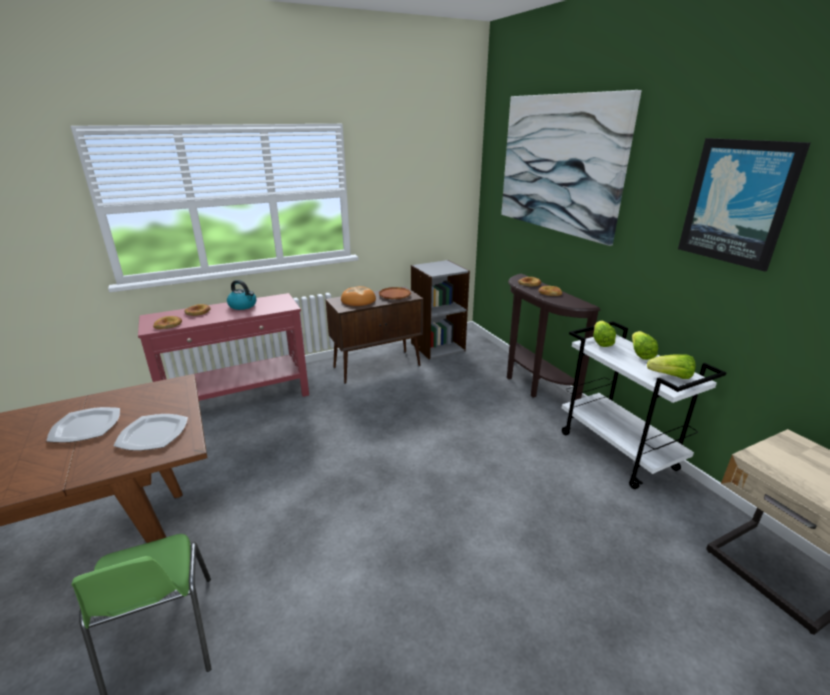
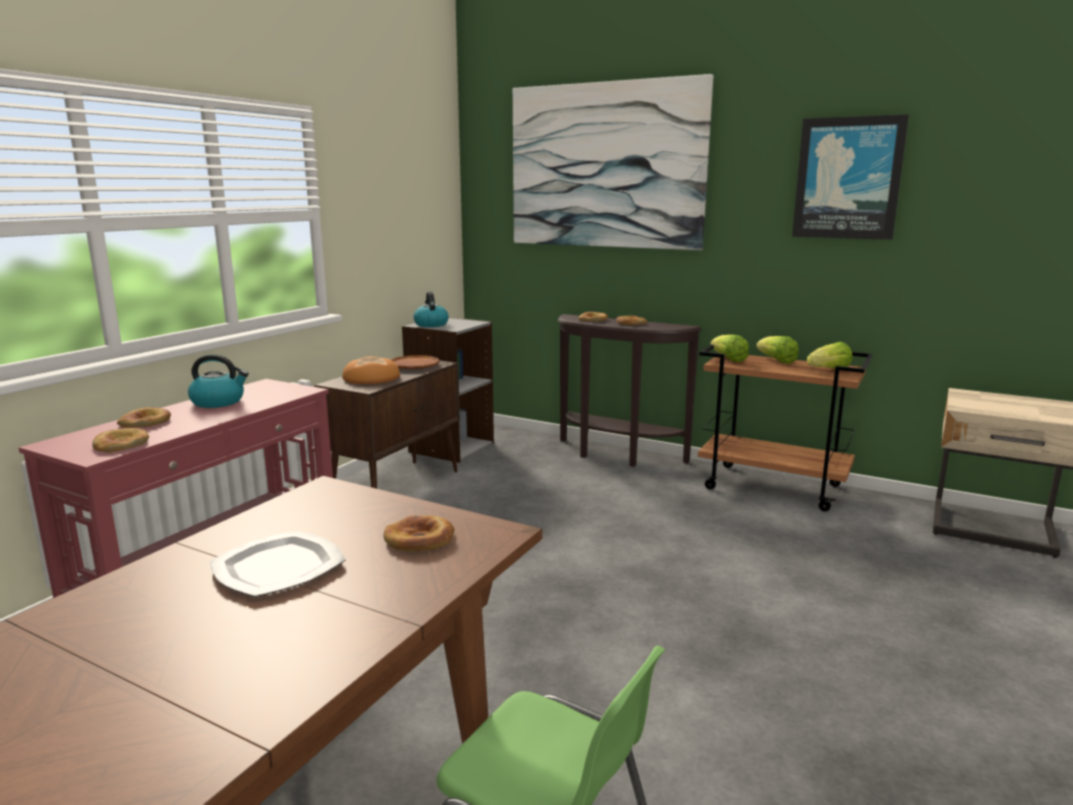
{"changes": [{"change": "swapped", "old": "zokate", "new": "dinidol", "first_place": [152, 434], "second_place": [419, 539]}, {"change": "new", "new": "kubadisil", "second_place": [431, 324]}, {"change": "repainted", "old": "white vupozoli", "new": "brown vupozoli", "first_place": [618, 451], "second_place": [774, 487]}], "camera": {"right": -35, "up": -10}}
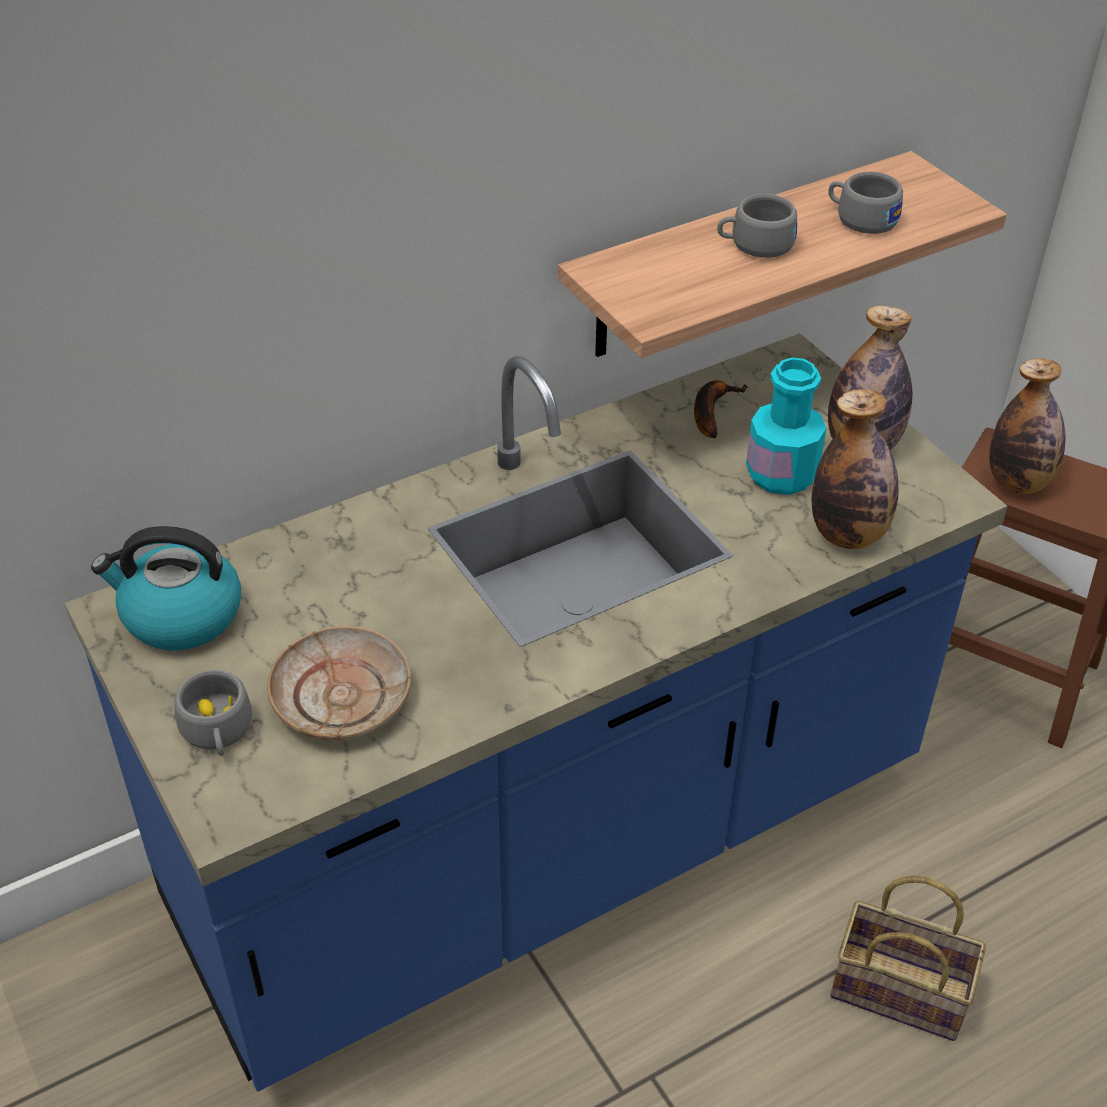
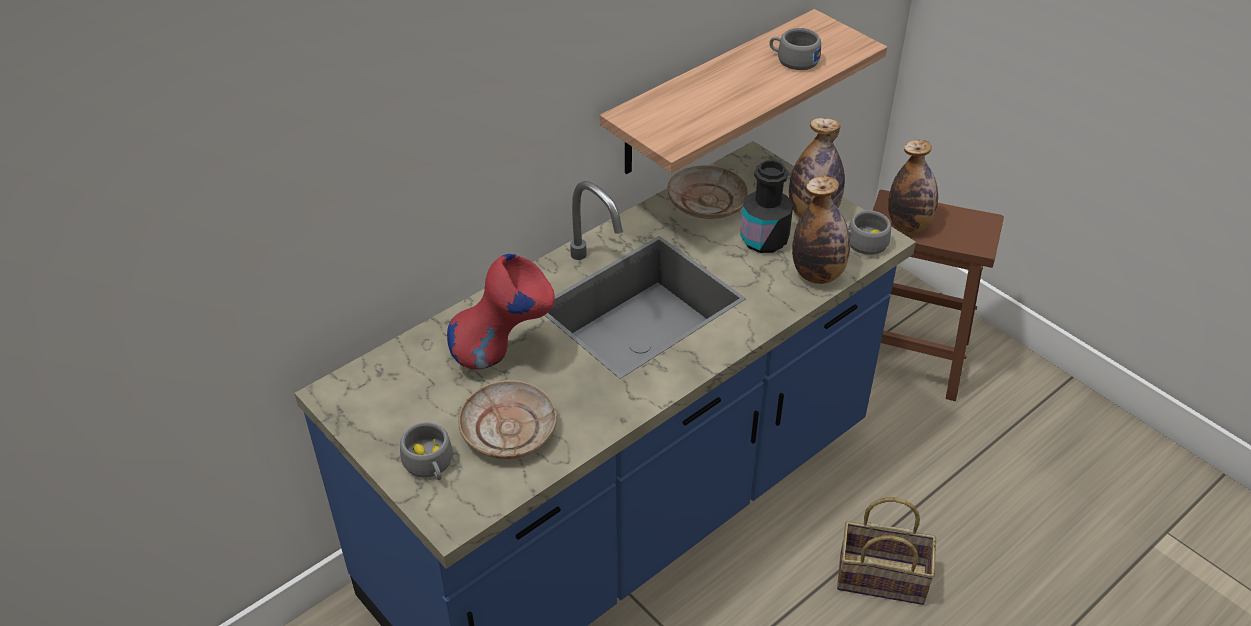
{"changes": [{"change": "new", "new": "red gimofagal", "second_place": [504, 353]}, {"change": "swapped", "old": "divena", "new": "beige zokate", "first_place": [711, 411], "second_place": [707, 202]}, {"change": "repainted", "old": "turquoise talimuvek", "new": "black talimuvek", "first_place": [781, 474], "second_place": [764, 239]}, {"change": "shifted", "old": "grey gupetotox", "first_place": [755, 244], "second_place": [862, 244]}, {"change": "gone", "old": "kubadisil", "first_place": [180, 616]}], "camera": {"right": -10, "up": 0}}
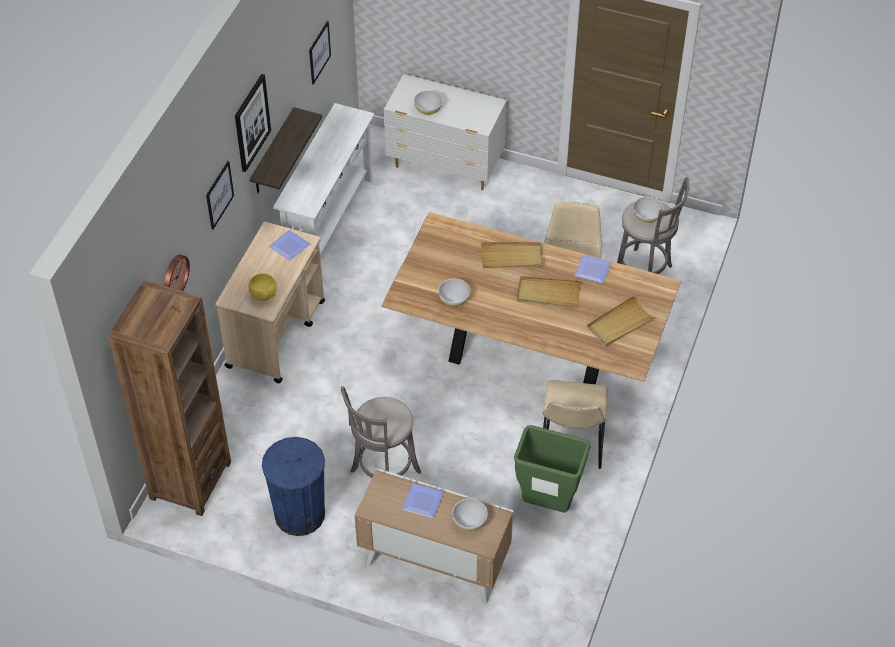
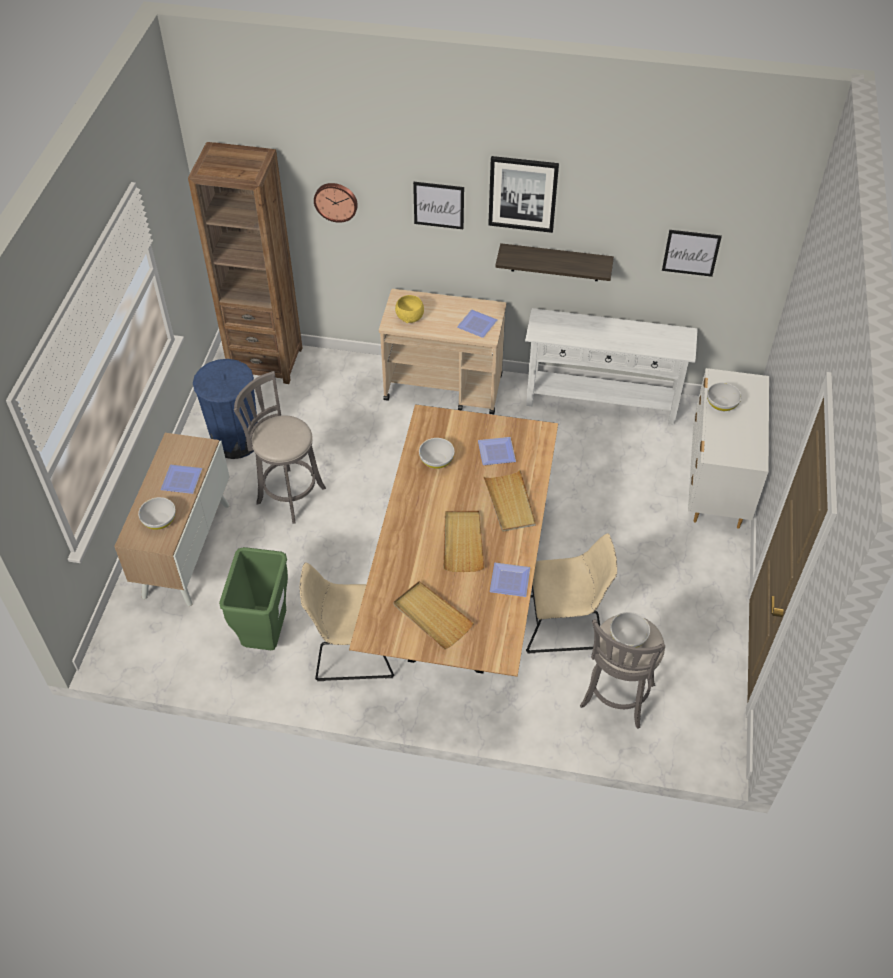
{"changes": [{"change": "new", "new": "zokate", "second_place": [495, 453]}], "camera": {"right": 80, "up": 0}}
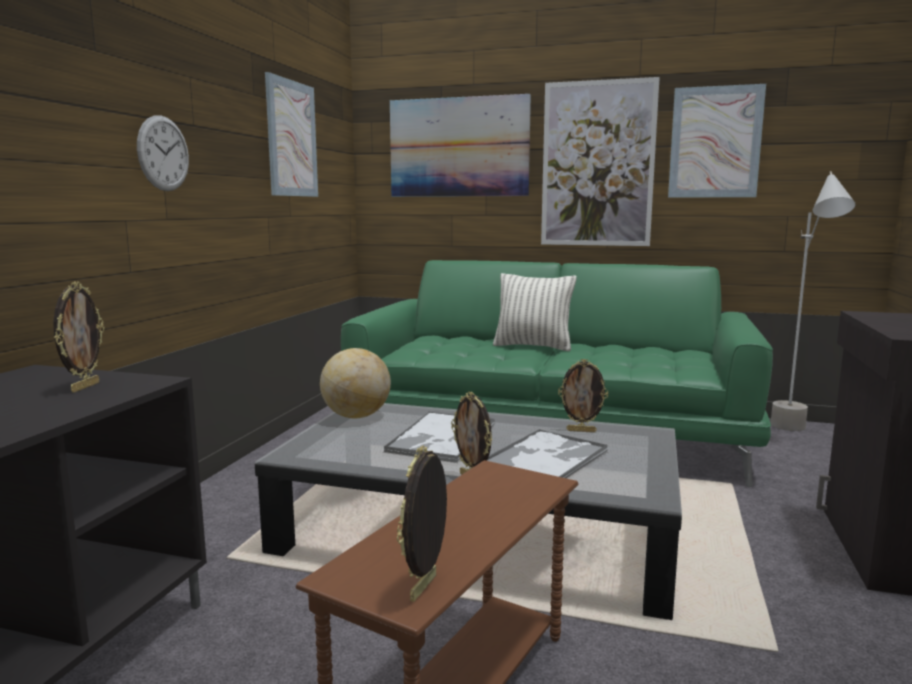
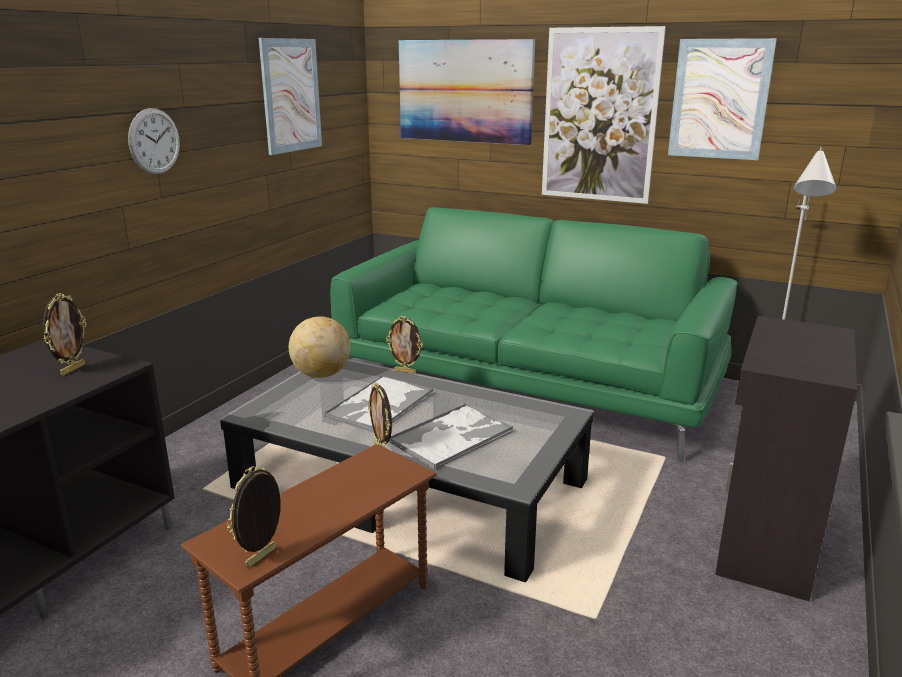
{"changes": [{"change": "shifted", "old": "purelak", "first_place": [581, 430], "second_place": [405, 371]}, {"change": "gone", "old": "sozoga", "first_place": [533, 346]}], "camera": {"right": 10, "up": 10}}
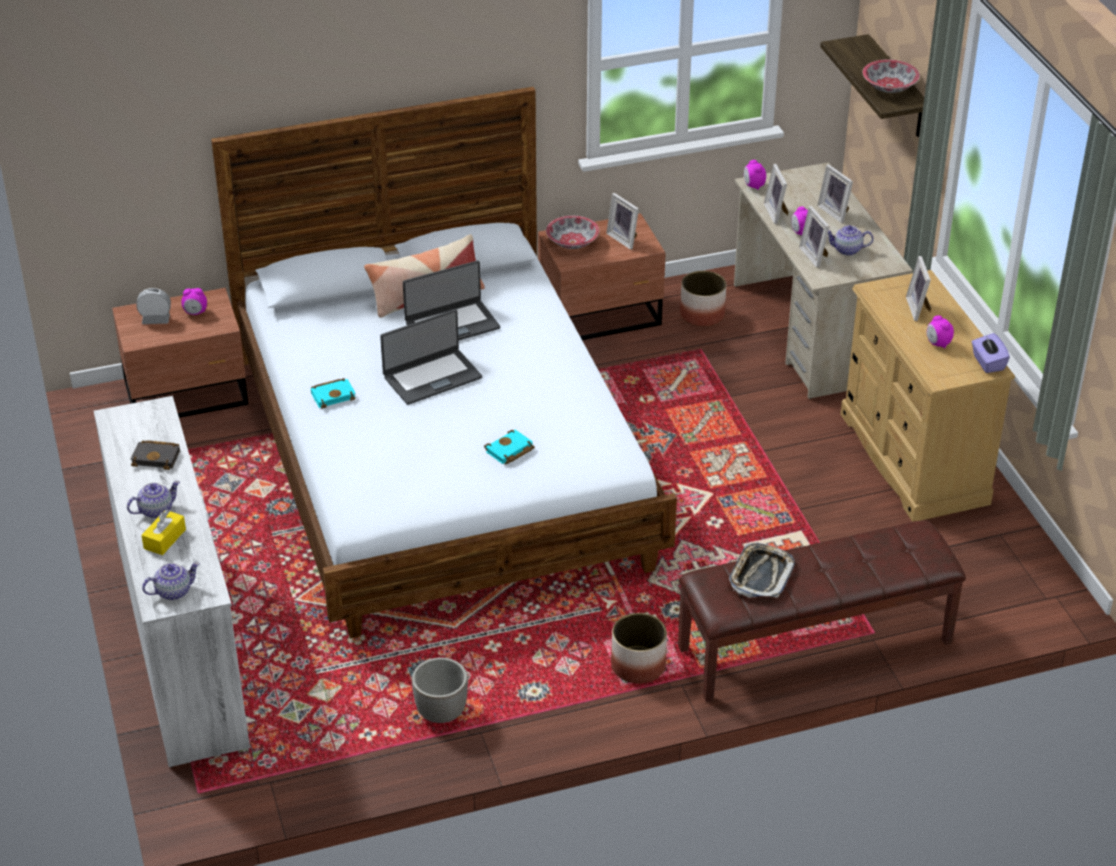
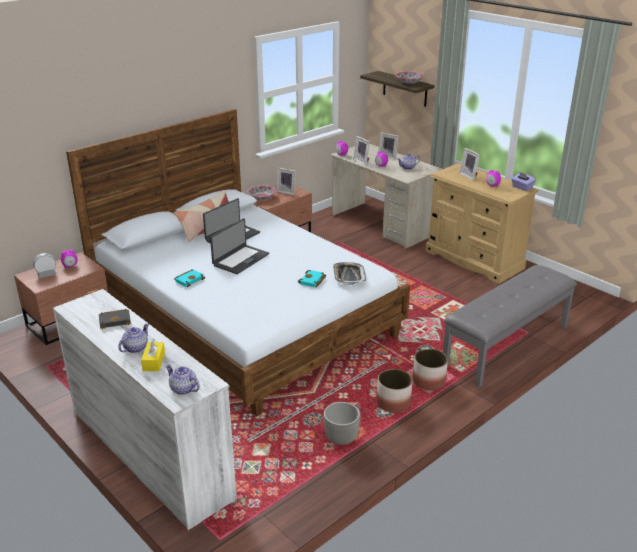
{"changes": [{"change": "rotated", "old": "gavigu", "first_place": [173, 591], "second_place": [183, 389], "degrees": -90}, {"change": "shifted", "old": "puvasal", "first_place": [761, 575], "second_place": [348, 276]}, {"change": "shifted", "old": "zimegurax", "first_place": [701, 315], "second_place": [393, 403]}, {"change": "repainted", "old": "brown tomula", "new": "grey tomula", "first_place": [815, 646], "second_place": [507, 346]}, {"change": "gone", "old": "purelak", "first_place": [815, 256]}], "camera": {"right": -25, "up": -10}}
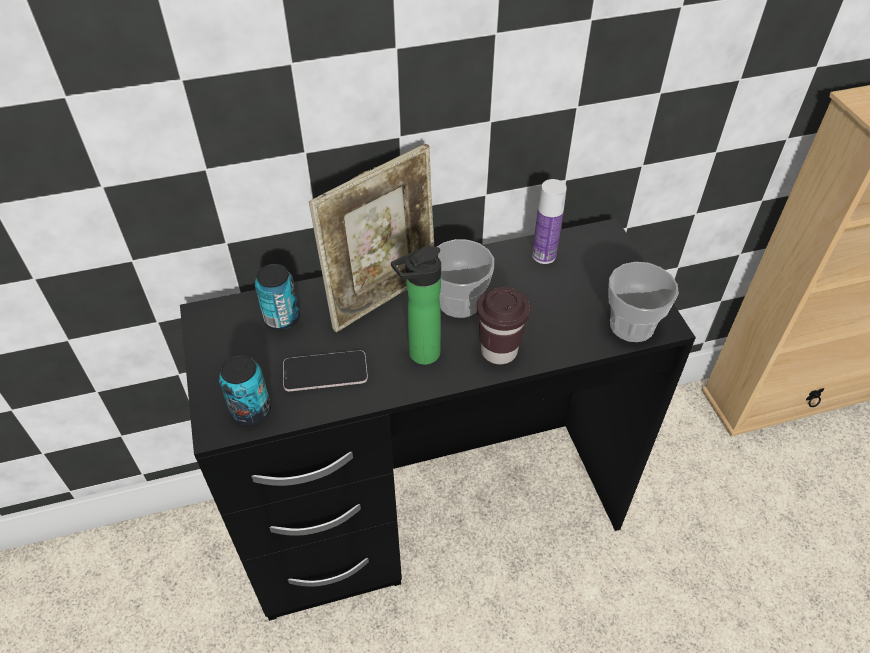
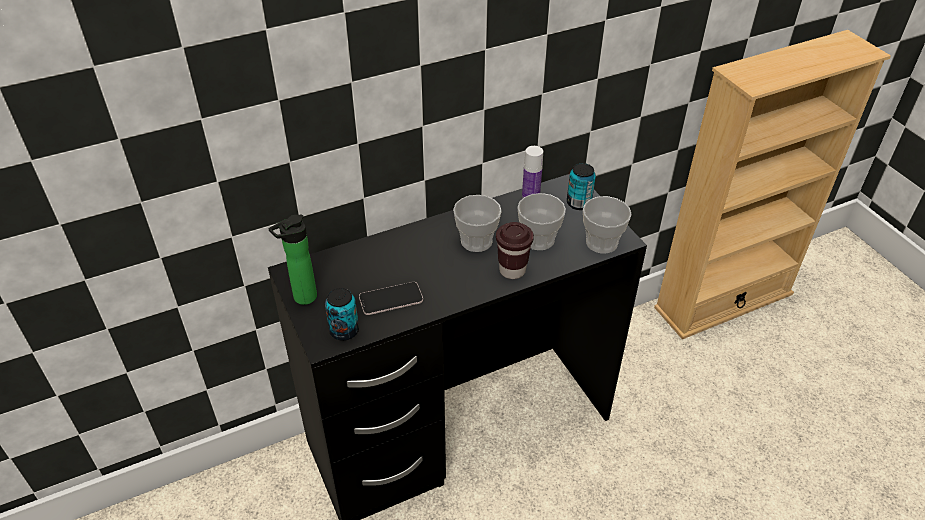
{"changes": [{"change": "shifted", "old": "talimuvek", "first_place": [420, 355], "second_place": [302, 298]}, {"change": "new", "new": "gupetotox", "second_place": [538, 239]}, {"change": "shifted", "old": "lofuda", "first_place": [282, 318], "second_place": [578, 203]}, {"change": "gone", "old": "purelak", "first_place": [383, 296]}], "camera": {"right": -10, "up": -5}}
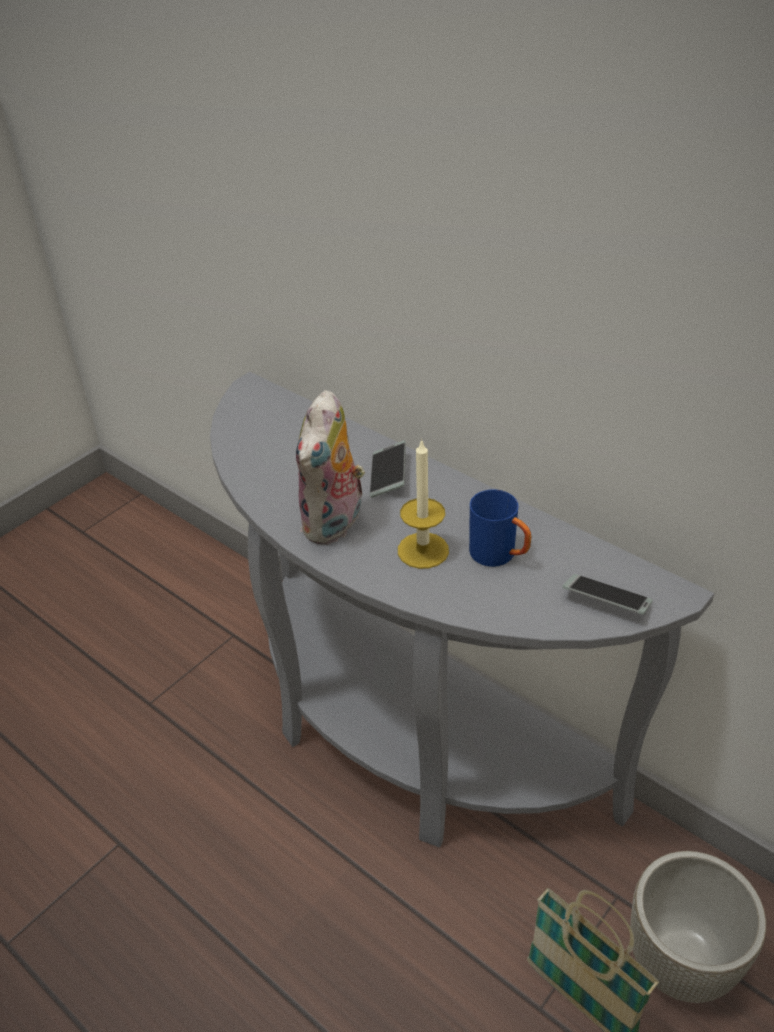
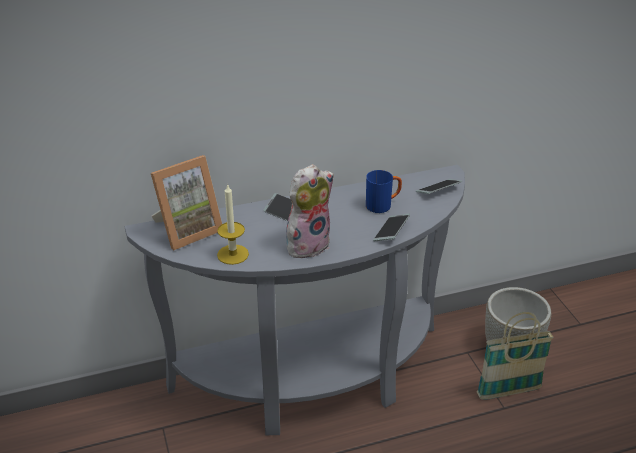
{"changes": [{"change": "new", "new": "purelak", "second_place": [187, 230]}, {"change": "shifted", "old": "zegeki", "first_place": [423, 550], "second_place": [233, 254]}, {"change": "rotated", "old": "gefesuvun", "first_place": [335, 524], "second_place": [307, 244], "degrees": -90}, {"change": "new", "new": "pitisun", "second_place": [391, 231]}], "camera": {"right": -60, "up": -5}}
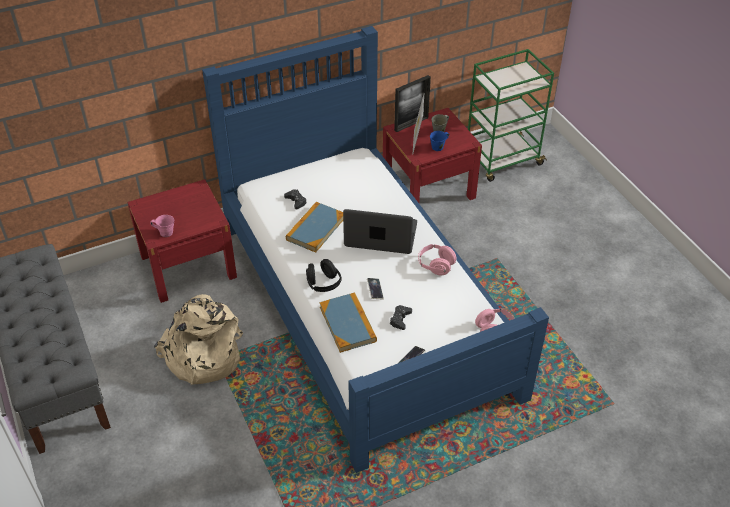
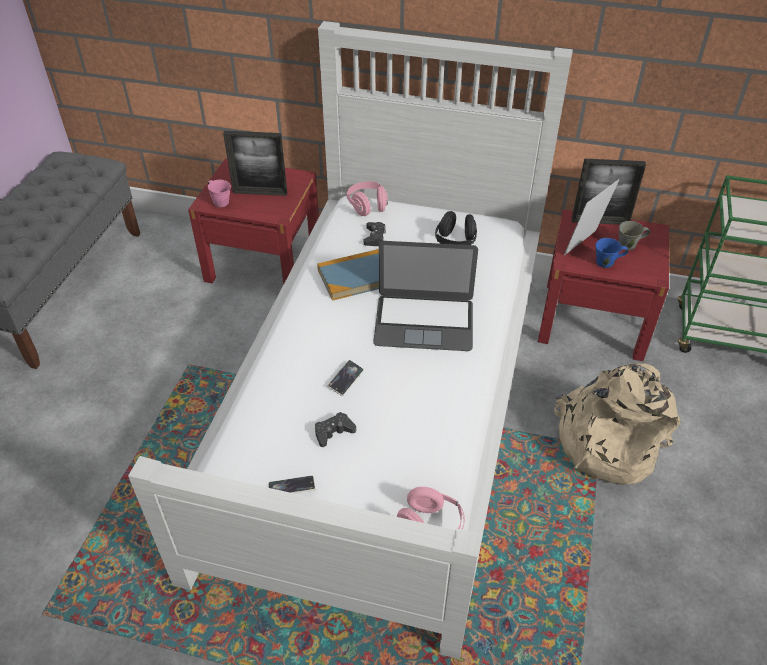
{"changes": [{"change": "repainted", "old": "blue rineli", "new": "white rineli", "first_place": [364, 306], "second_place": [384, 404]}, {"change": "new", "new": "purelak", "second_place": [260, 192]}, {"change": "shifted", "old": "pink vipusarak", "first_place": [435, 265], "second_place": [367, 206]}, {"change": "rotated", "old": "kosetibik", "first_place": [381, 234], "second_place": [424, 322], "degrees": 135}, {"change": "shifted", "old": "black vipusarak", "first_place": [323, 284], "second_place": [455, 242]}, {"change": "shifted", "old": "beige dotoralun", "first_place": [202, 356], "second_place": [606, 441]}, {"change": "gone", "old": "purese", "first_place": [348, 324]}], "camera": {"right": 40, "up": 0}}
